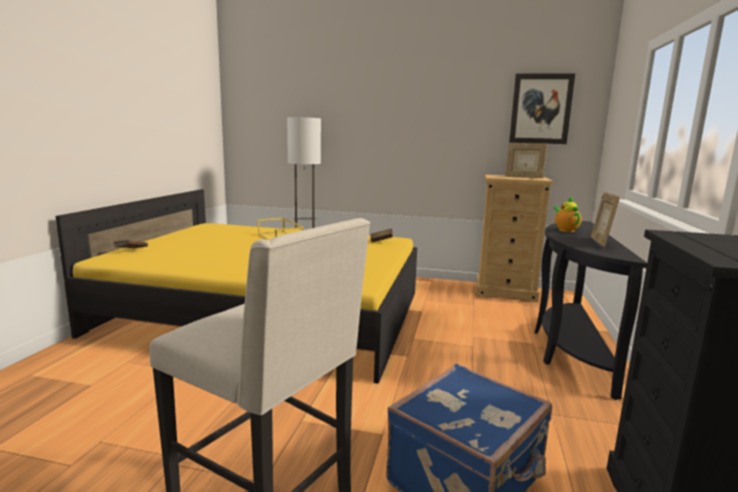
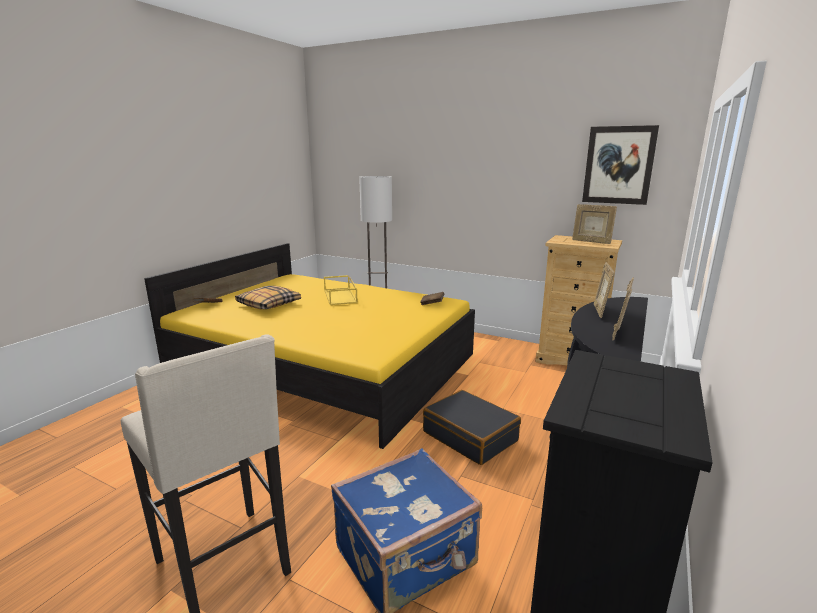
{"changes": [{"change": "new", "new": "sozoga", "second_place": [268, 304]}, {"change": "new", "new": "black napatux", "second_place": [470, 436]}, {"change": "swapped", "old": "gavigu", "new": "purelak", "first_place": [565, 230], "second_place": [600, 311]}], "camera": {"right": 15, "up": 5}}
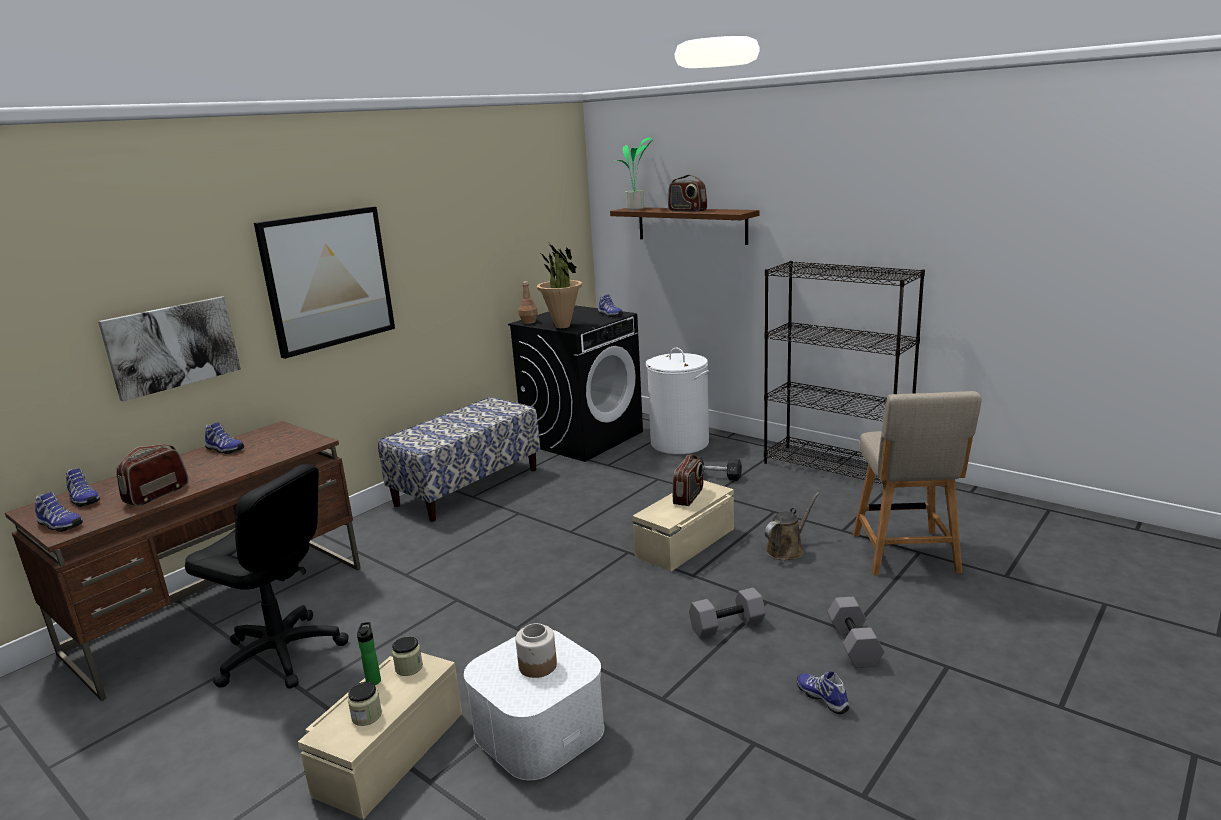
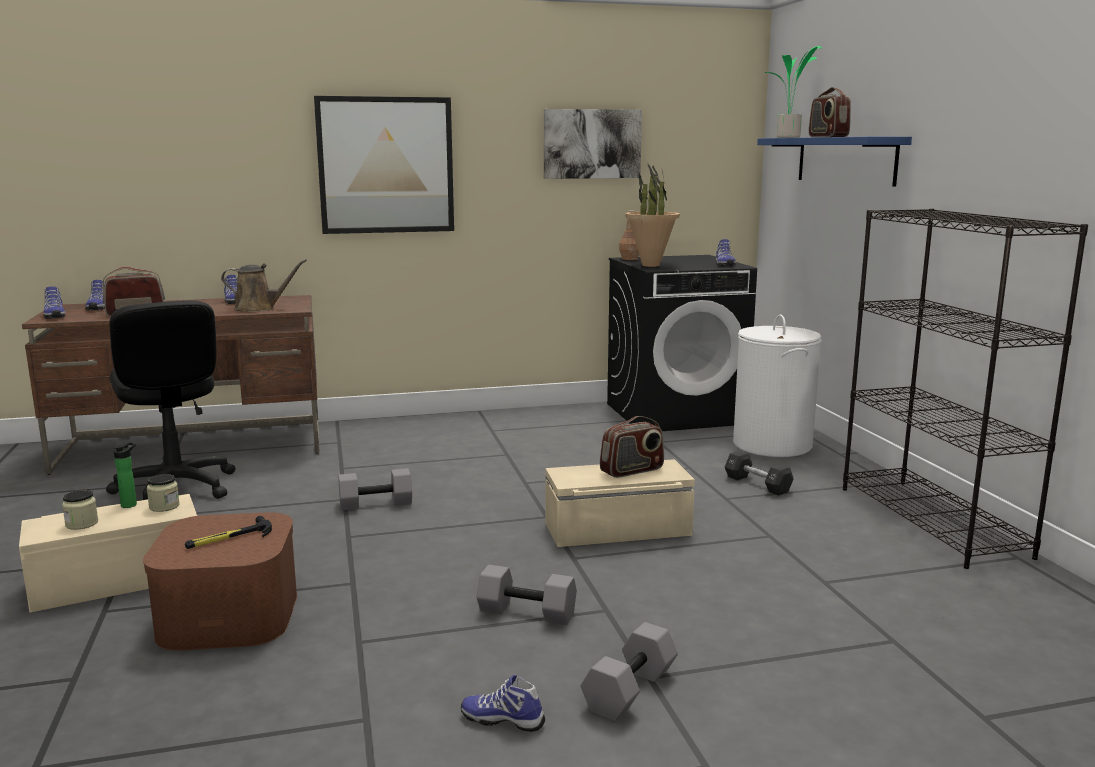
{"changes": [{"change": "repainted", "old": "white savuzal", "new": "brown savuzal", "first_place": [539, 729], "second_place": [229, 615]}, {"change": "swapped", "old": "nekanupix", "new": "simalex", "first_place": [538, 665], "second_place": [229, 538]}, {"change": "shifted", "old": "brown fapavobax", "first_place": [787, 549], "second_place": [259, 308]}, {"change": "new", "new": "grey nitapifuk", "second_place": [376, 503]}, {"change": "rotated", "old": "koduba", "first_place": [823, 698], "second_place": [503, 719], "degrees": -75}, {"change": "shifted", "old": "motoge", "first_place": [172, 346], "second_place": [592, 144]}, {"change": "repainted", "old": "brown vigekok", "new": "blue vigekok", "first_place": [691, 225], "second_place": [845, 160]}, {"change": "gone", "old": "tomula", "first_place": [467, 487]}, {"change": "gone", "old": "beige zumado", "first_place": [906, 555]}], "camera": {"right": 35, "up": -5}}
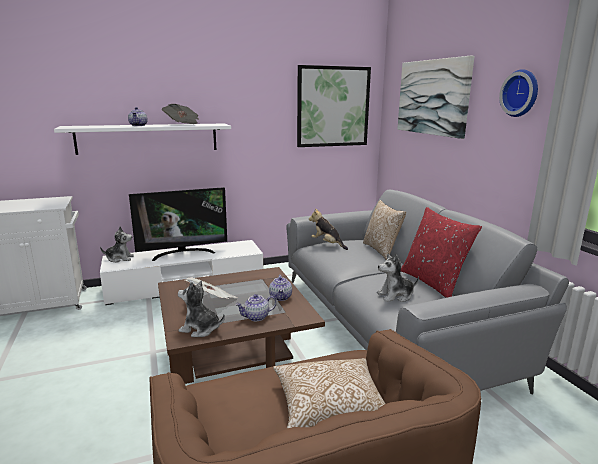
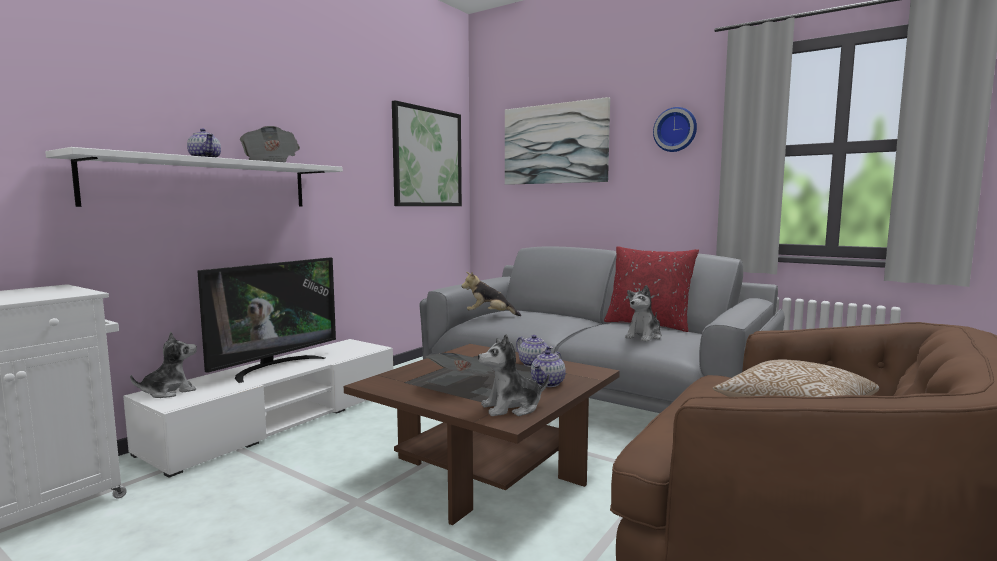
{"changes": [{"change": "gone", "old": "sozoga", "first_place": [382, 250]}], "camera": {"right": -35, "up": -10}}
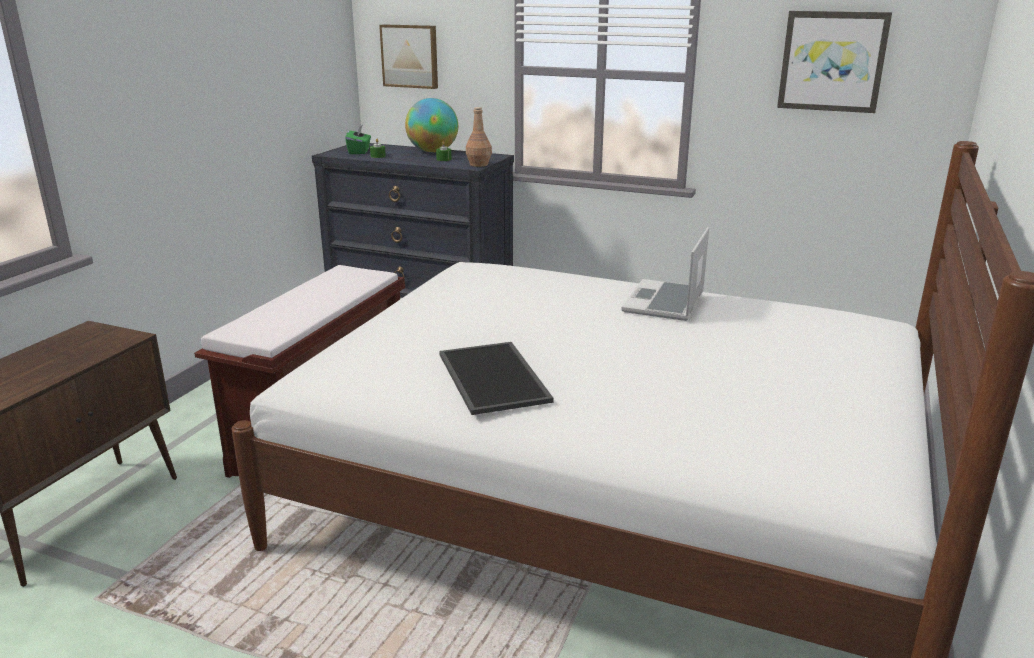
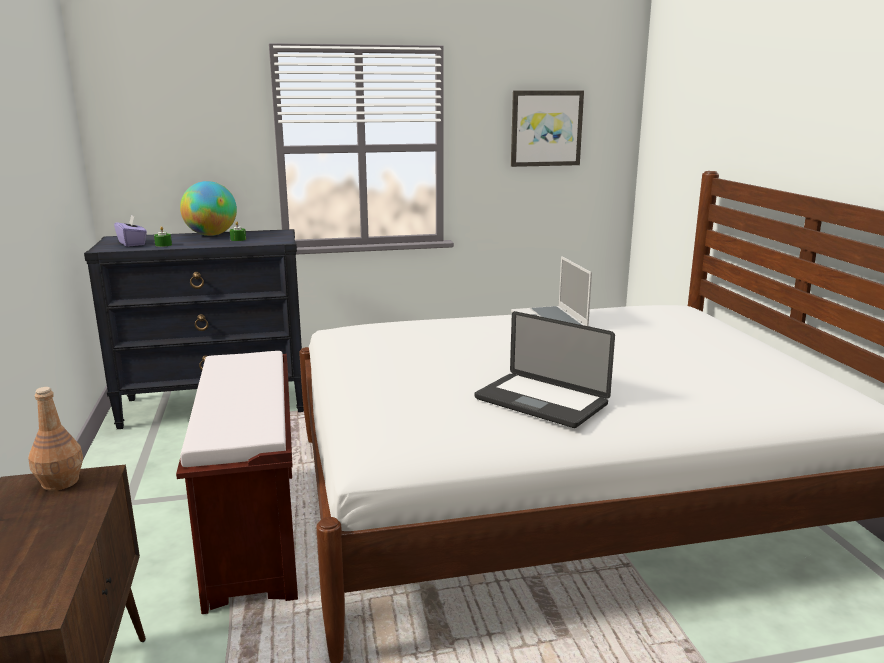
{"changes": [{"change": "shifted", "old": "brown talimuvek", "first_place": [478, 164], "second_place": [60, 482]}, {"change": "repainted", "old": "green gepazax", "new": "purple gepazax", "first_place": [359, 151], "second_place": [132, 243]}, {"change": "swapped", "old": "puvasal", "new": "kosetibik", "first_place": [495, 377], "second_place": [540, 402]}, {"change": "gone", "old": "motoge", "first_place": [410, 56]}], "camera": {"right": -35, "up": -5}}
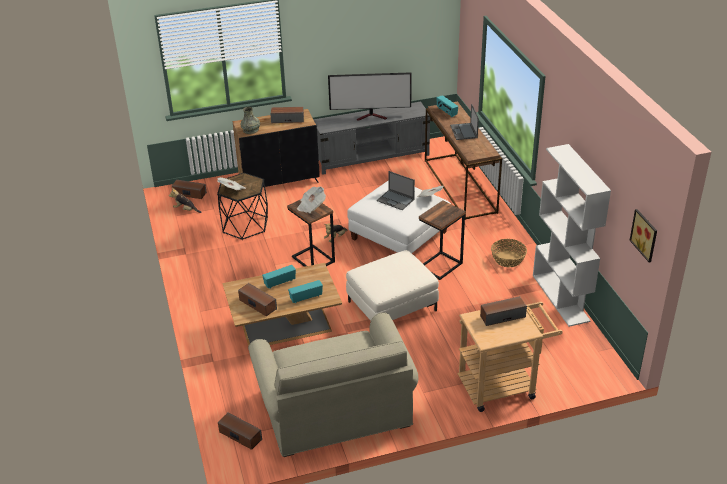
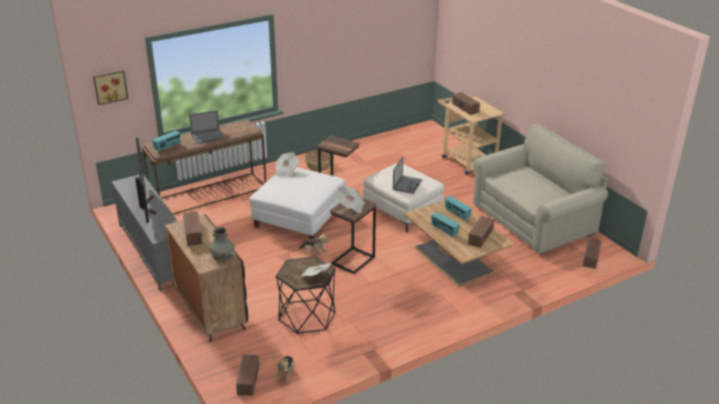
{"changes": [{"change": "shifted", "old": "motoge", "first_place": [645, 235], "second_place": [110, 87]}, {"change": "shifted", "old": "kosetibik", "first_place": [396, 200], "second_place": [407, 184]}, {"change": "gone", "old": "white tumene", "first_place": [561, 298]}], "camera": {"right": -105, "up": -5}}
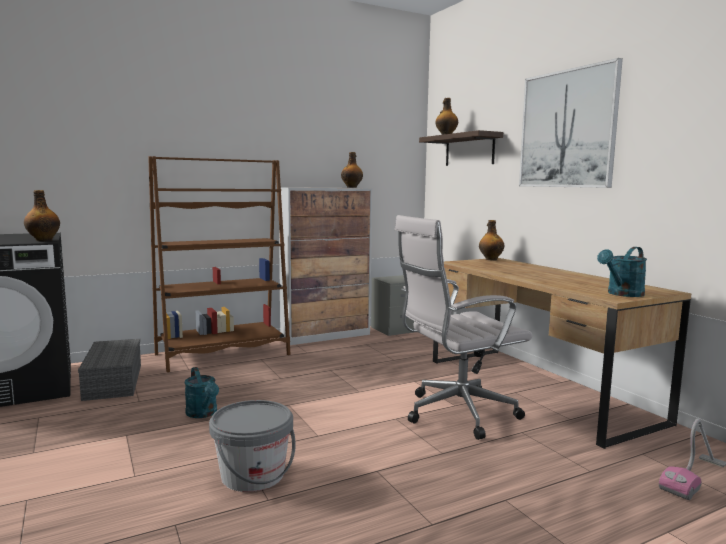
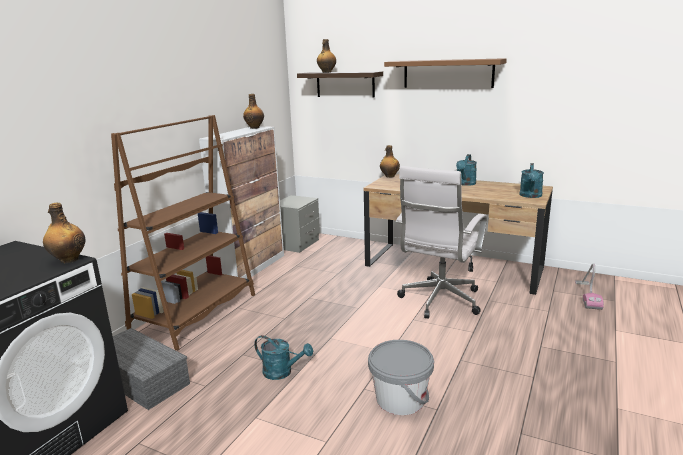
{"changes": [{"change": "swapped", "old": "motoge", "new": "brown vigekok", "first_place": [567, 129], "second_place": [448, 73]}, {"change": "new", "new": "turquoise fapavobax", "second_place": [465, 184]}], "camera": {"right": -35, "up": 10}}
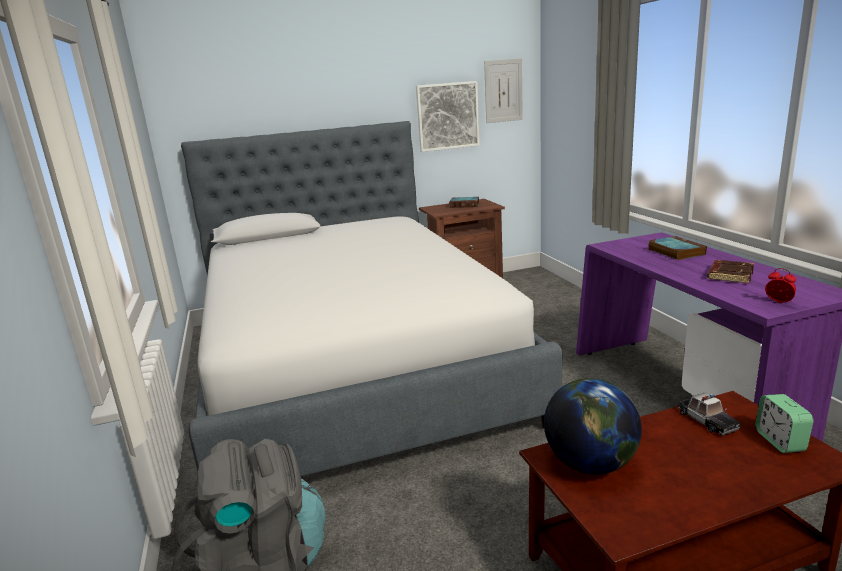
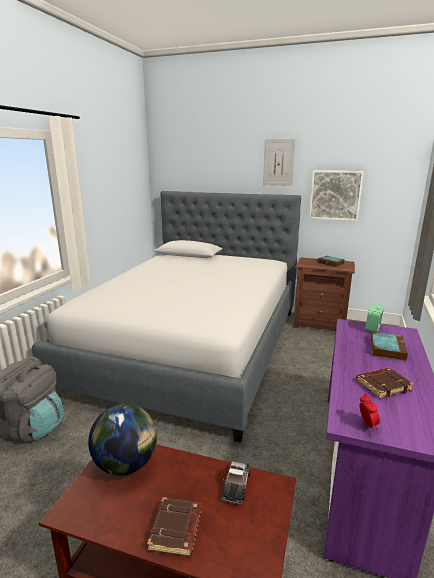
{"changes": [{"change": "new", "new": "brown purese", "second_place": [177, 530]}, {"change": "shifted", "old": "motoge", "first_place": [503, 91], "second_place": [278, 162]}, {"change": "shifted", "old": "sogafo", "first_place": [780, 441], "second_place": [372, 328]}], "camera": {"right": 35, "up": 0}}
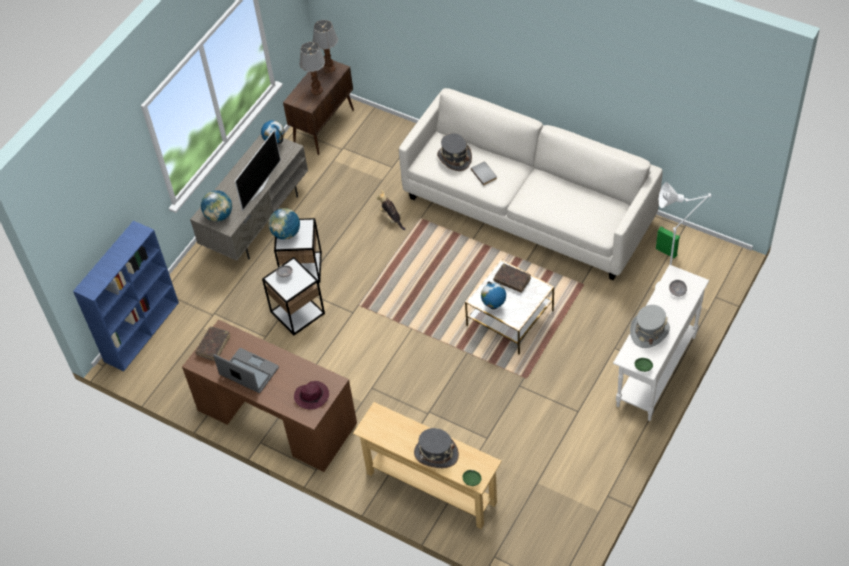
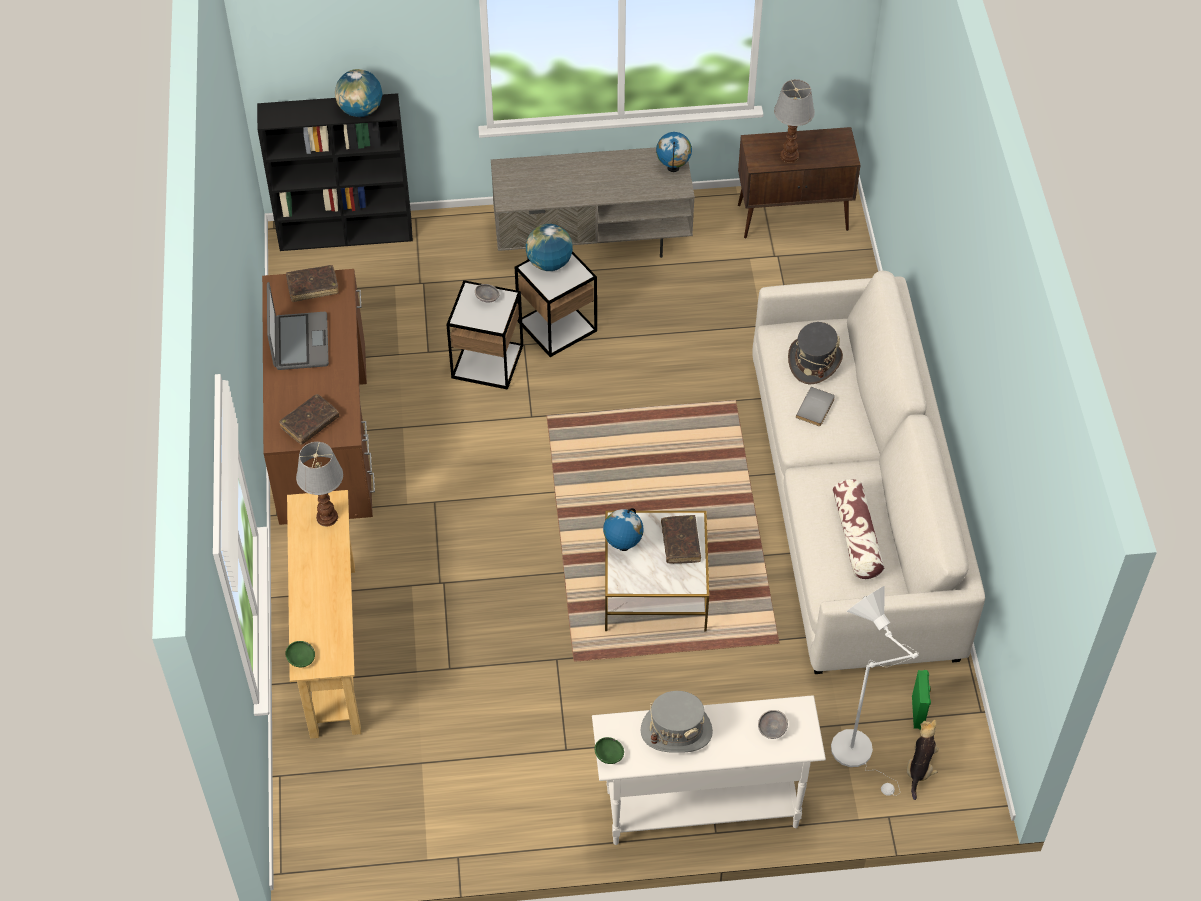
{"changes": [{"change": "repainted", "old": "blue tumene", "new": "black tumene", "first_place": [142, 331], "second_place": [347, 233]}, {"change": "swapped", "old": "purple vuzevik", "new": "brown purese", "first_place": [312, 396], "second_place": [310, 423]}, {"change": "shifted", "old": "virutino", "first_place": [329, 68], "second_place": [328, 517]}, {"change": "shifted", "old": "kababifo", "first_place": [219, 215], "second_place": [360, 110]}, {"change": "new", "new": "sozoga", "second_place": [856, 537]}, {"change": "shifted", "old": "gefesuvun", "first_place": [392, 218], "second_place": [920, 767]}, {"change": "gone", "old": "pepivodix", "first_place": [259, 188]}, {"change": "gone", "old": "grey vuzevik", "first_place": [436, 454]}], "camera": {"right": 50, "up": 0}}
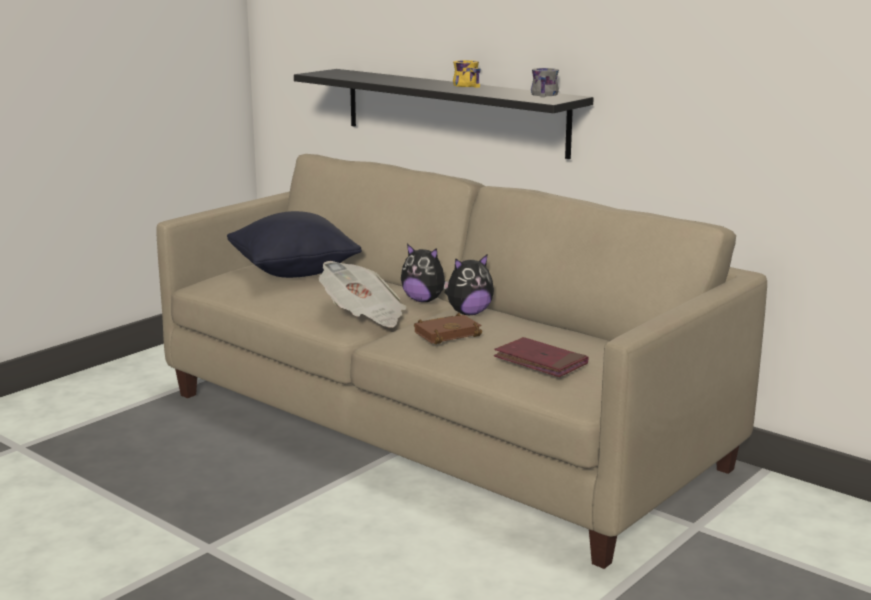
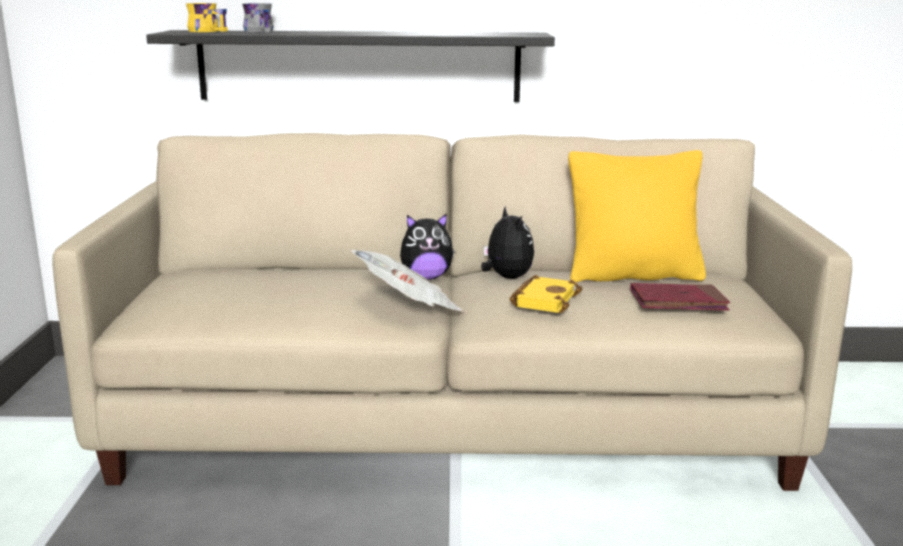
{"changes": [{"change": "shifted", "old": "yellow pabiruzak", "first_place": [469, 85], "second_place": [209, 31]}, {"change": "shifted", "old": "grey pabiruzak", "first_place": [546, 95], "second_place": [262, 31]}, {"change": "rotated", "old": "gefesuvun", "first_place": [468, 313], "second_place": [506, 277], "degrees": -45}, {"change": "repainted", "old": "brown purese", "new": "yellow purese", "first_place": [448, 333], "second_place": [543, 299]}, {"change": "new", "new": "yellow sozoga", "second_place": [633, 276]}, {"change": "gone", "old": "black sozoga", "first_place": [294, 272]}], "camera": {"right": -40, "up": 0}}
